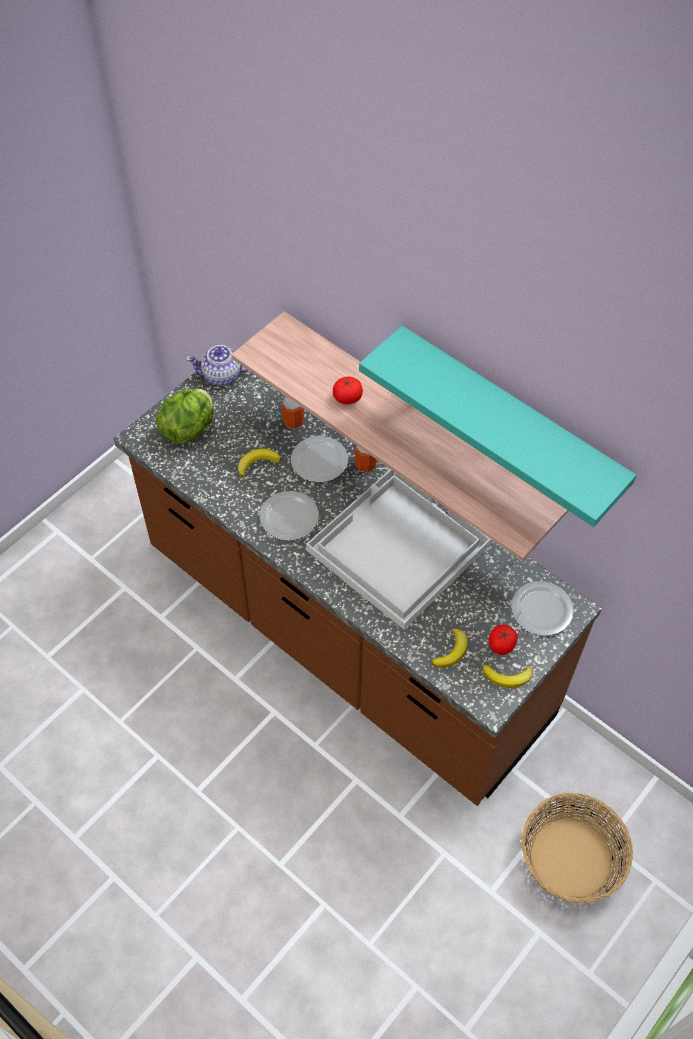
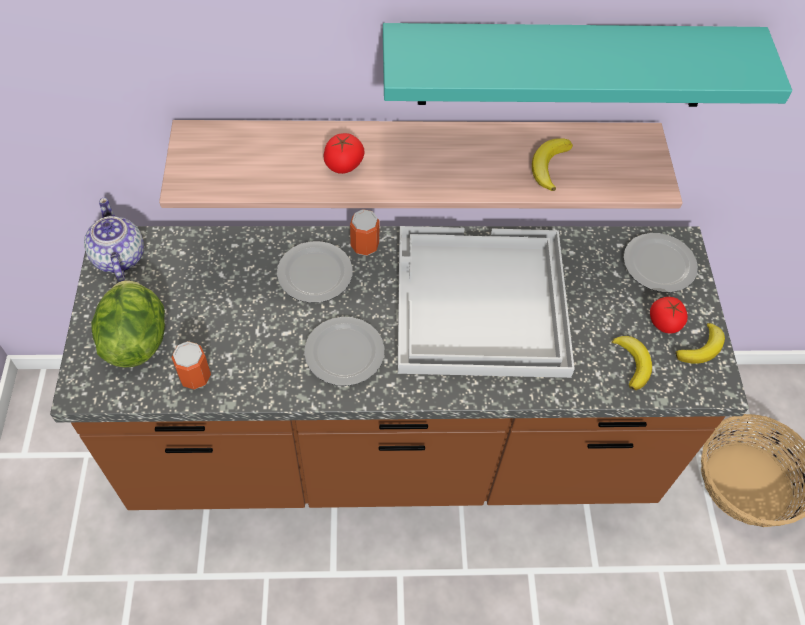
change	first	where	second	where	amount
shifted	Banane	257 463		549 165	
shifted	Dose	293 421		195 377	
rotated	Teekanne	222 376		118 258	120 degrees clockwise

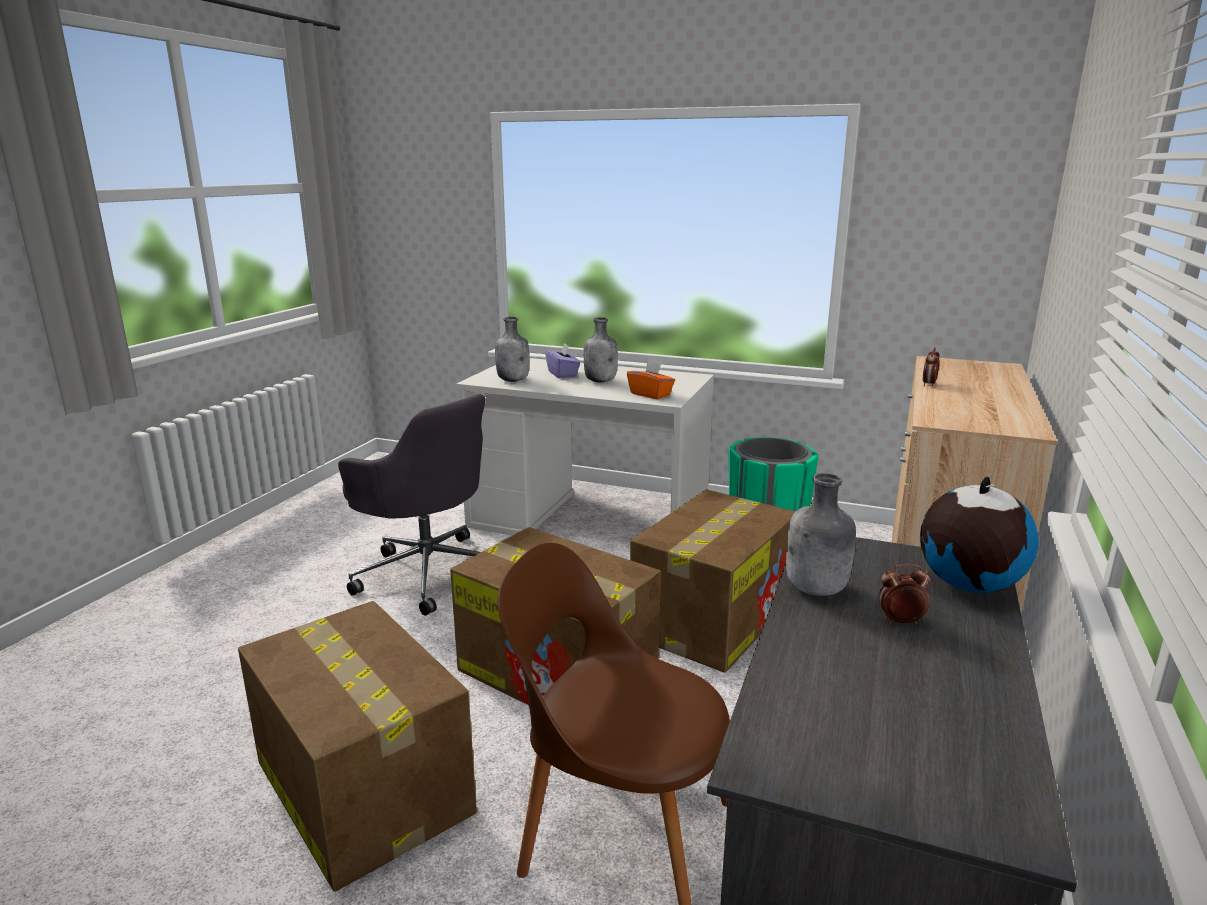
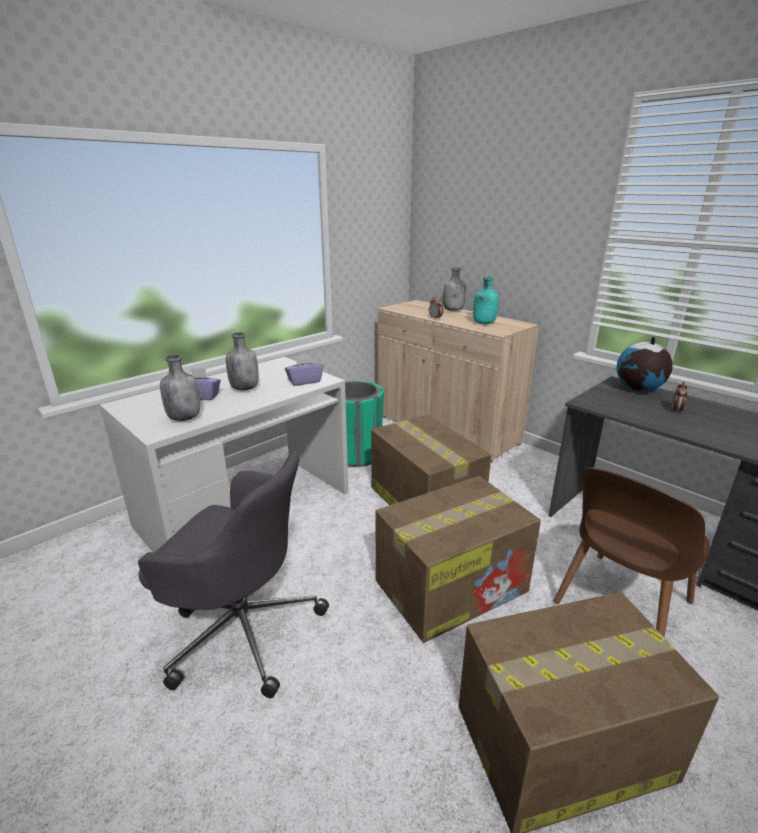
change	first	where	second	where	amount
new			Flasche/türkis	483 323	
shifted	Flasche/grau	816 590		453 310	
repainted	Taschentuchbox/orange	650 394	Taschentuchbox/lila	304 381	
rotated	Bürostuhl/grau	428 572		242 628	45 degrees clockwise

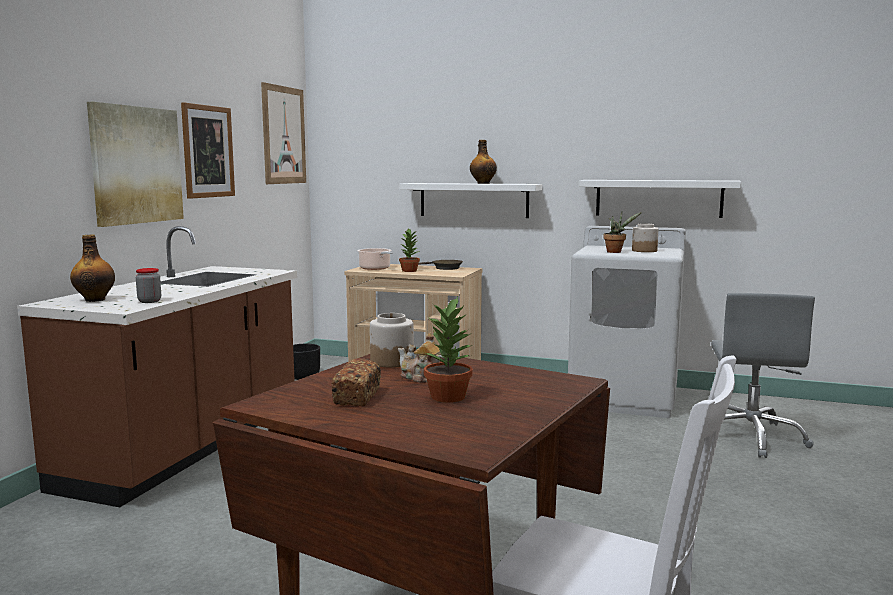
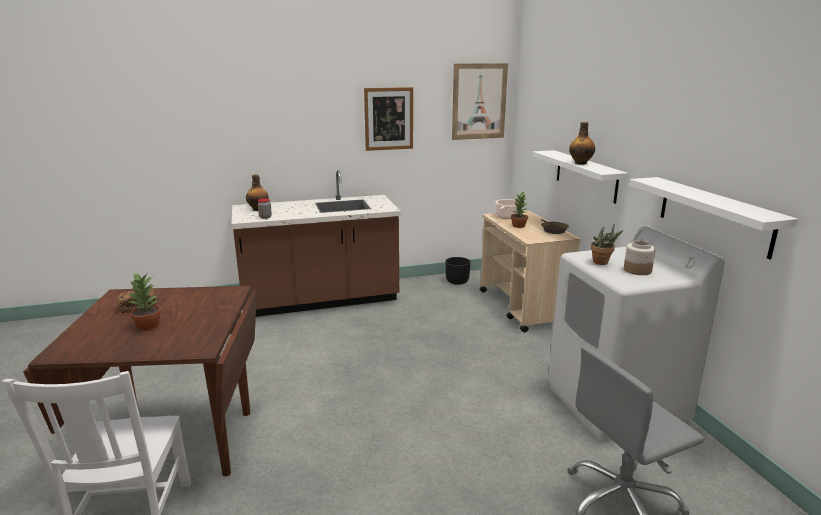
change	first	where	second	where	amount
gone	Bild	136 165			
gone	Vorratsglas	392 361			
gone	Teekanne	421 377			

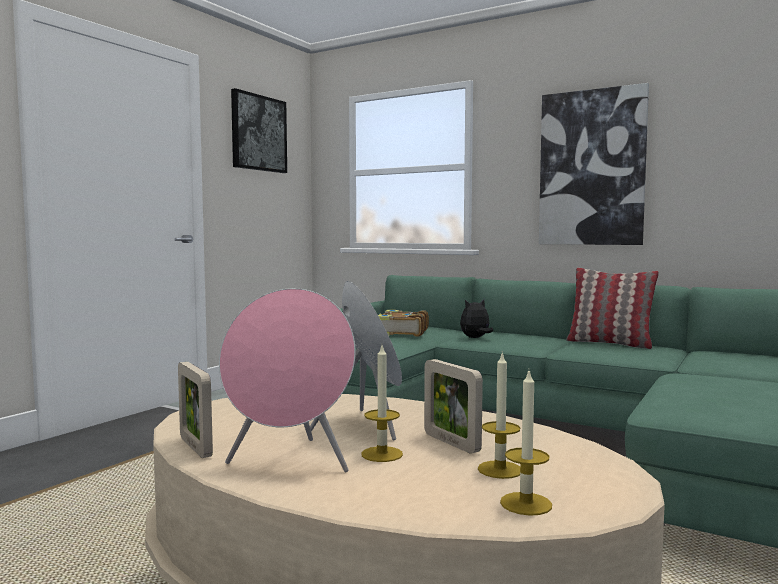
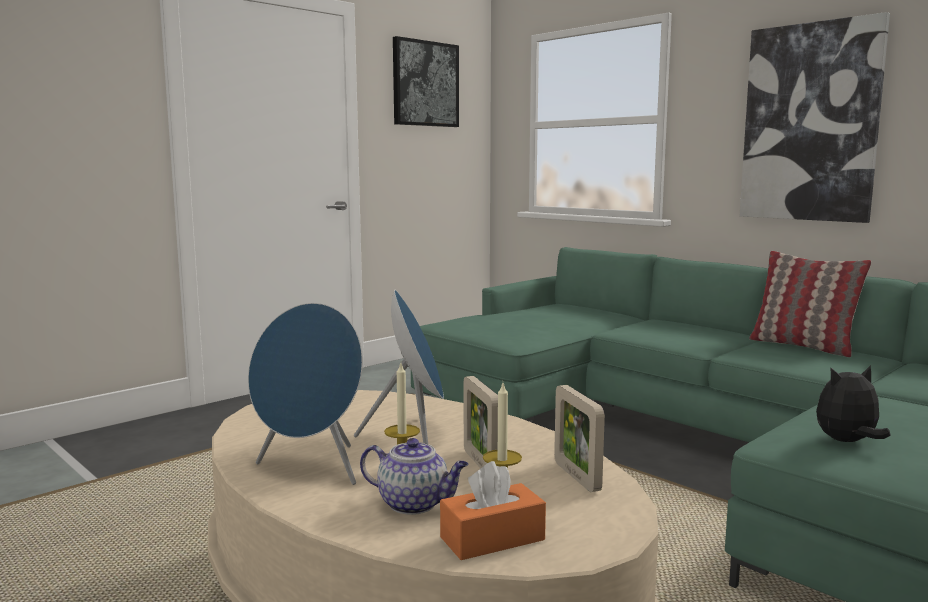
change	first	where	second	where	amount
gone	Buch	401 332			
new			Teekanne	415 504	
shifted	Bilderrahmen	195 447		576 476	
shifted	Plüschtier	475 338		847 442	
swapped	Kerze	526 504	Taschentuchbox/orange	492 538	
repainted	Lautsprecher/rosa	291 463	Lautsprecher/blau	312 469	

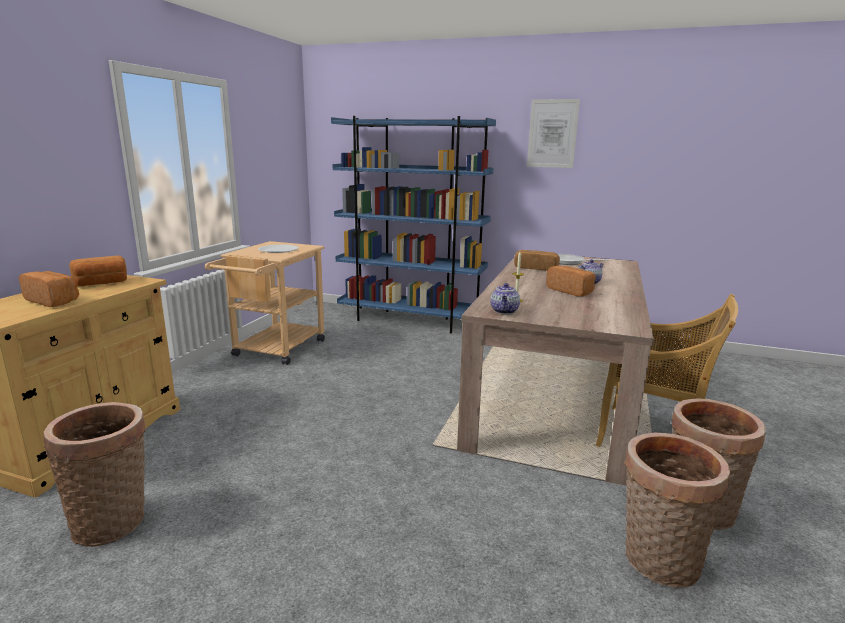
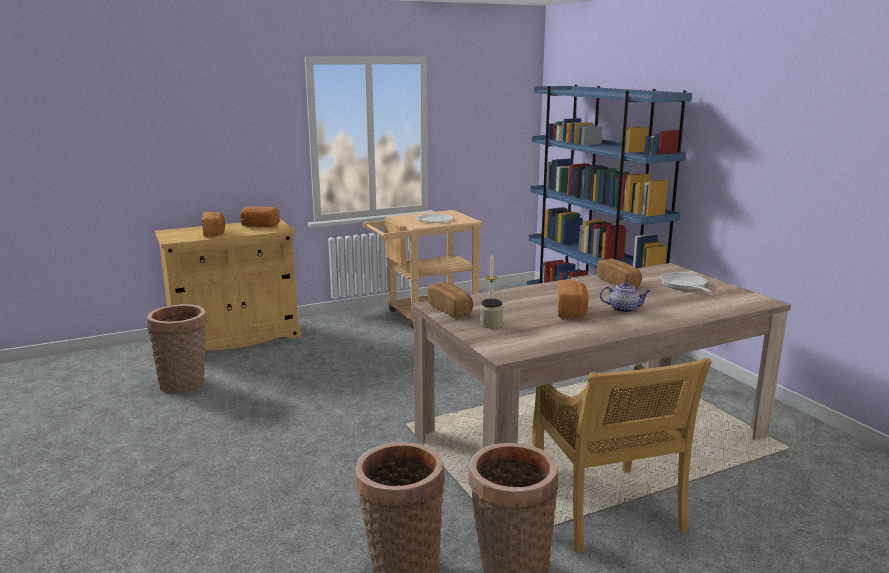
change	first	where	second	where	amount
gone	Bild	552 133			
new			Vorratsglas	491 324	
swapped	Teekanne	504 311	Brot	451 310	

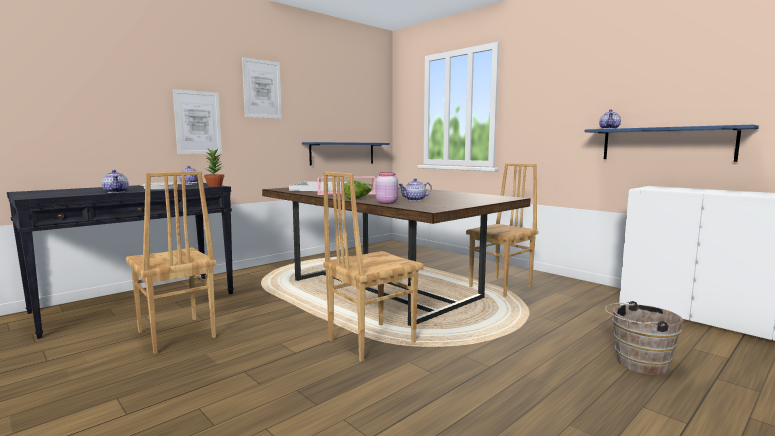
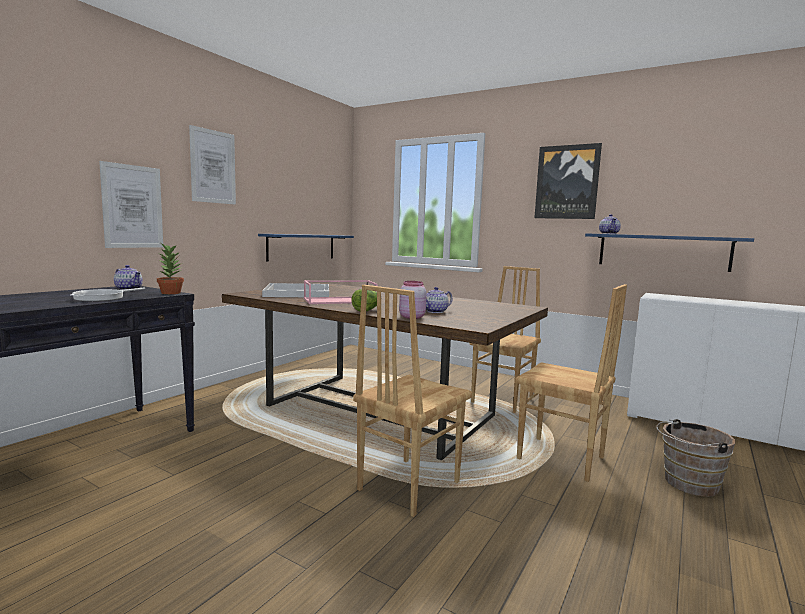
change	first	where	second	where	amount
gone	Teekanne	116 192			
new			Bild	567 182	
shifted	Stuhl/braun	175 335		561 459	

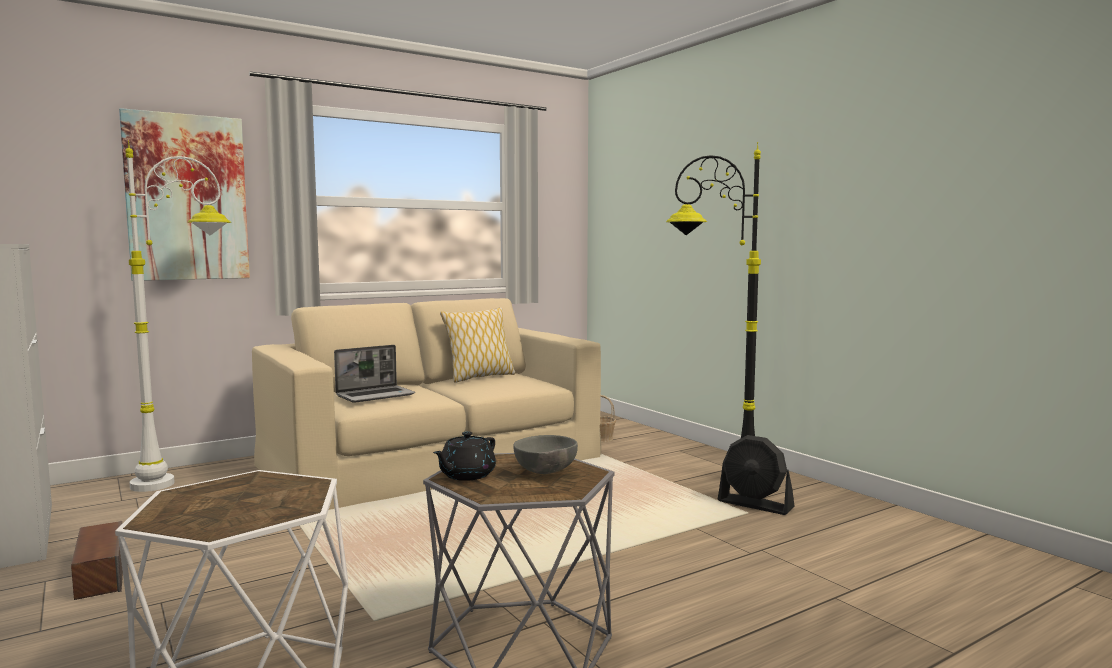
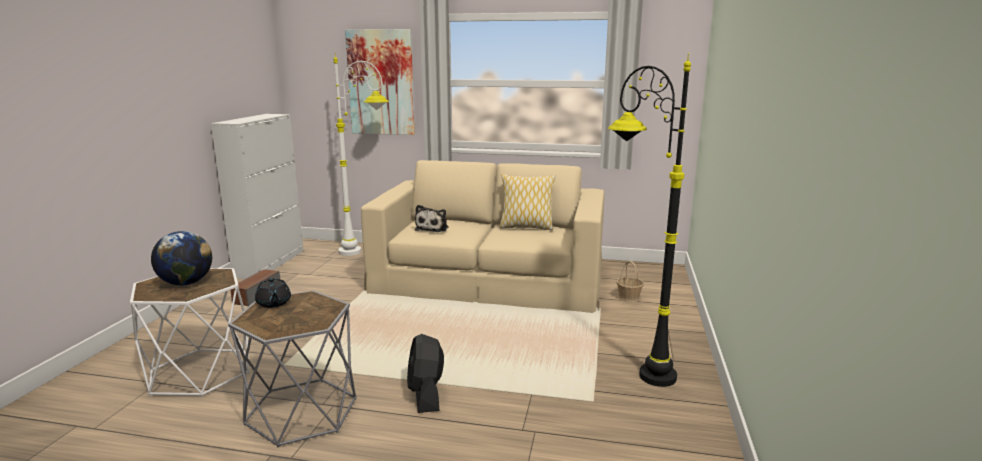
change	first	where	second	where	amount
gone	Schüssel/grau	545 472			
new			Globus	186 283	
shifted	Ventilator/schwarz	755 504		426 395	
swapped	Laptop	376 395	Plüschtier	433 228	
rotated	Teekanne/schwarz	466 475		273 303	105 degrees counterclockwise

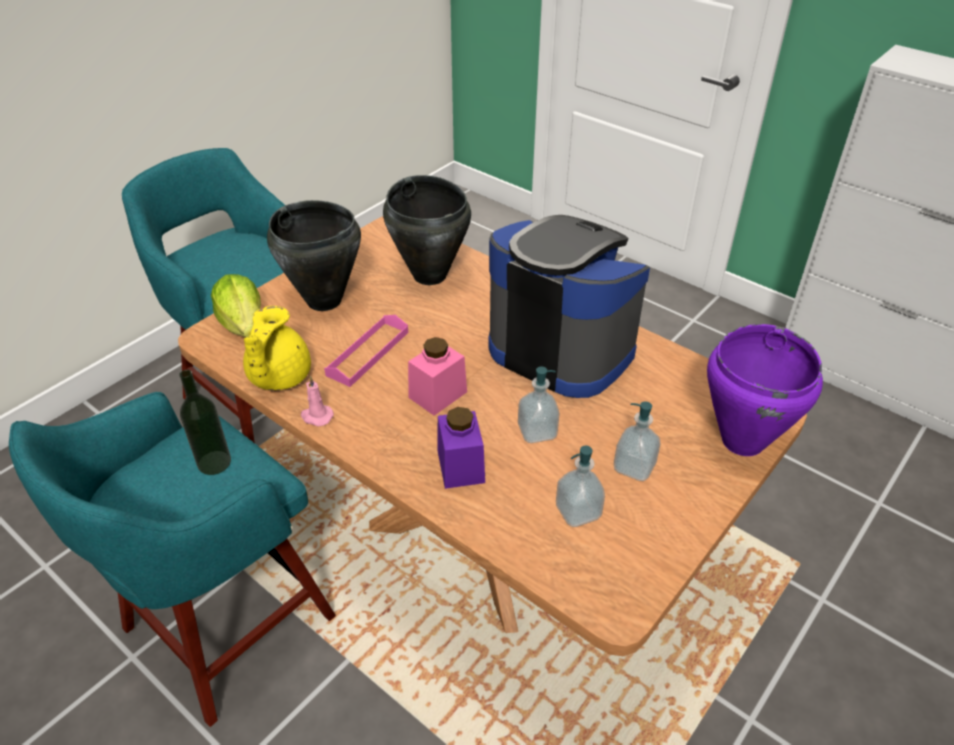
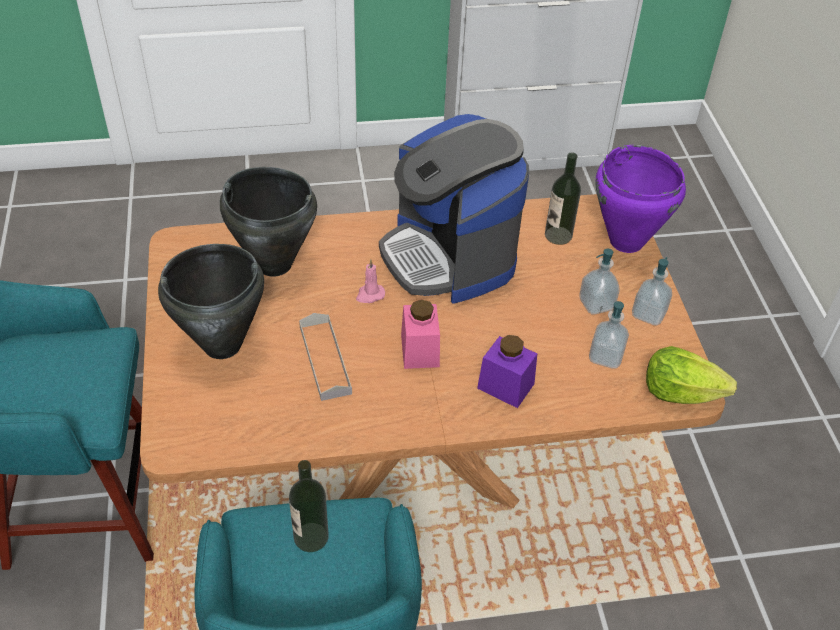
change	first	where	second	where	amount
gone	Teekanne/gelb	277 377			
new			Flasche	558 235	
shifted	Salatkopf	243 325		680 392	
shifted	Kerze/rosa	316 416		370 295	
shifted	Seifenspender	537 431		648 314	
repainted	Tablett/rosa	368 353	Tablett/grau	325 359	
rotated	Kaffeemaschine	561 349		449 256	105 degrees counterclockwise

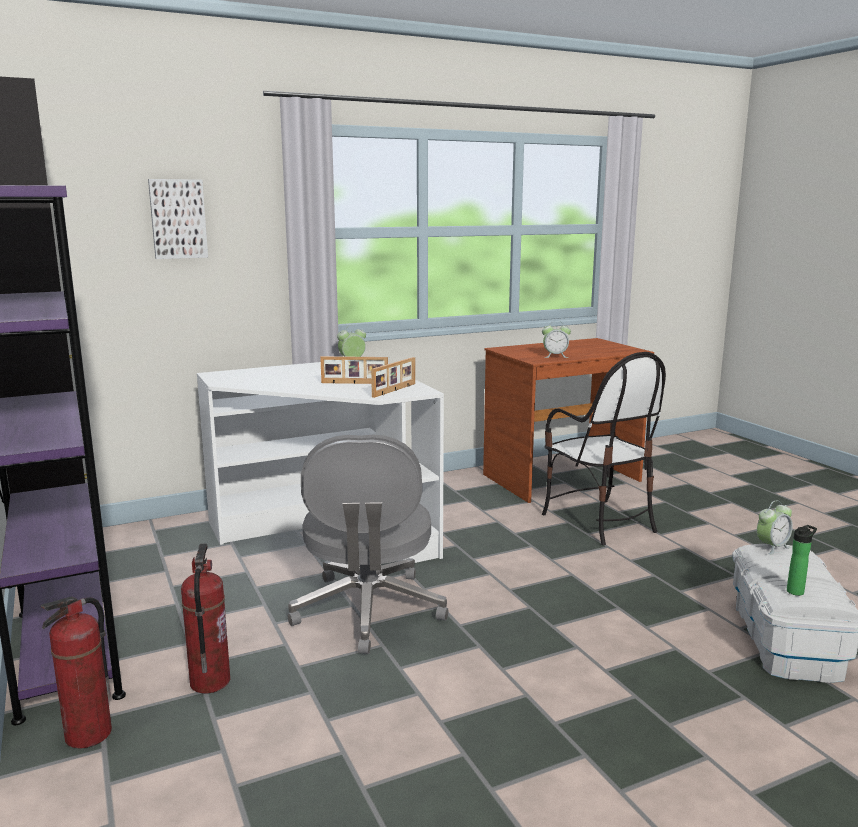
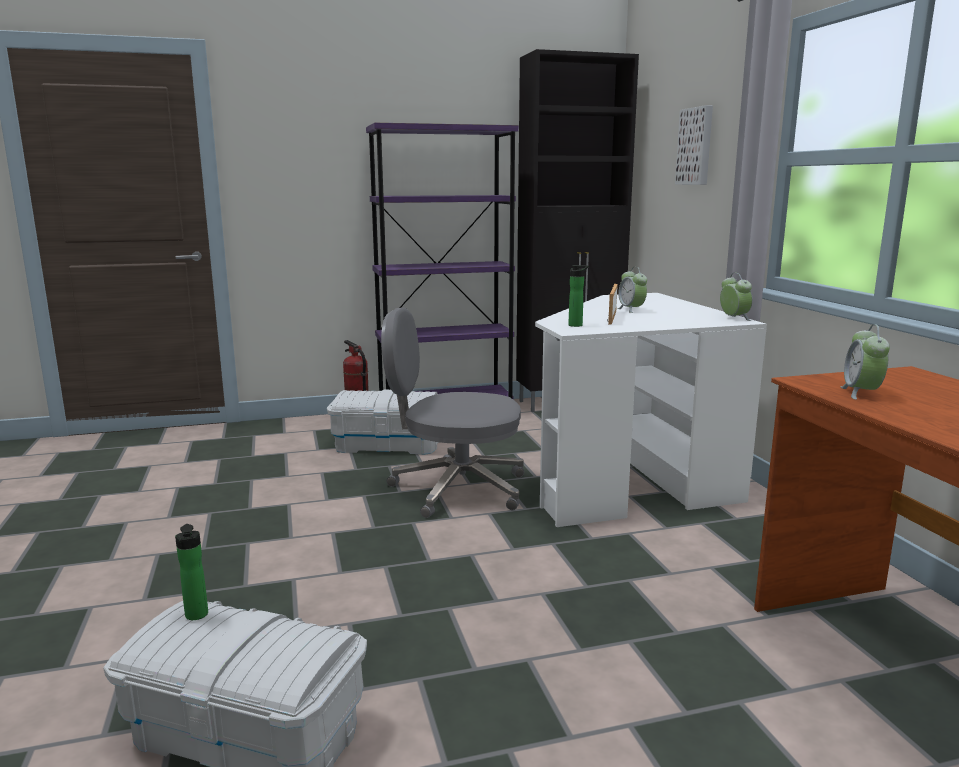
change	first	where	second	where	amount
gone	Stuhl	598 522			
shifted	Wecker	772 547		631 310	
swapped	Feuerlöscher	209 682	Aufbewahrungsbox/weiß	388 444	
swapped	Bilderrahmen	395 390	Flasche	576 325	

